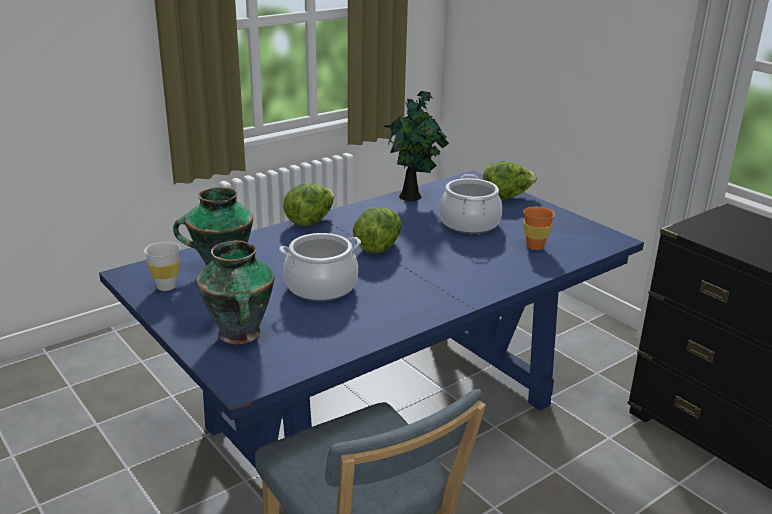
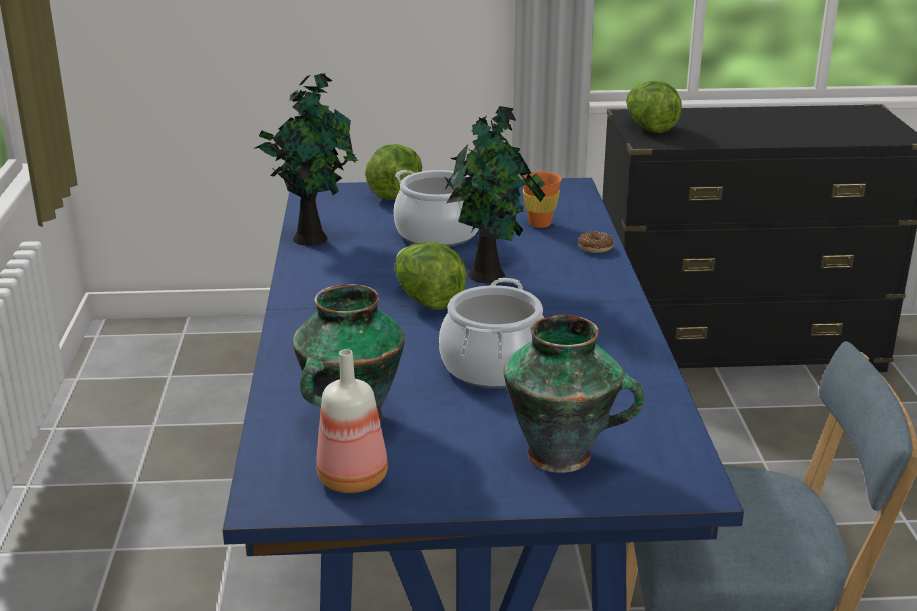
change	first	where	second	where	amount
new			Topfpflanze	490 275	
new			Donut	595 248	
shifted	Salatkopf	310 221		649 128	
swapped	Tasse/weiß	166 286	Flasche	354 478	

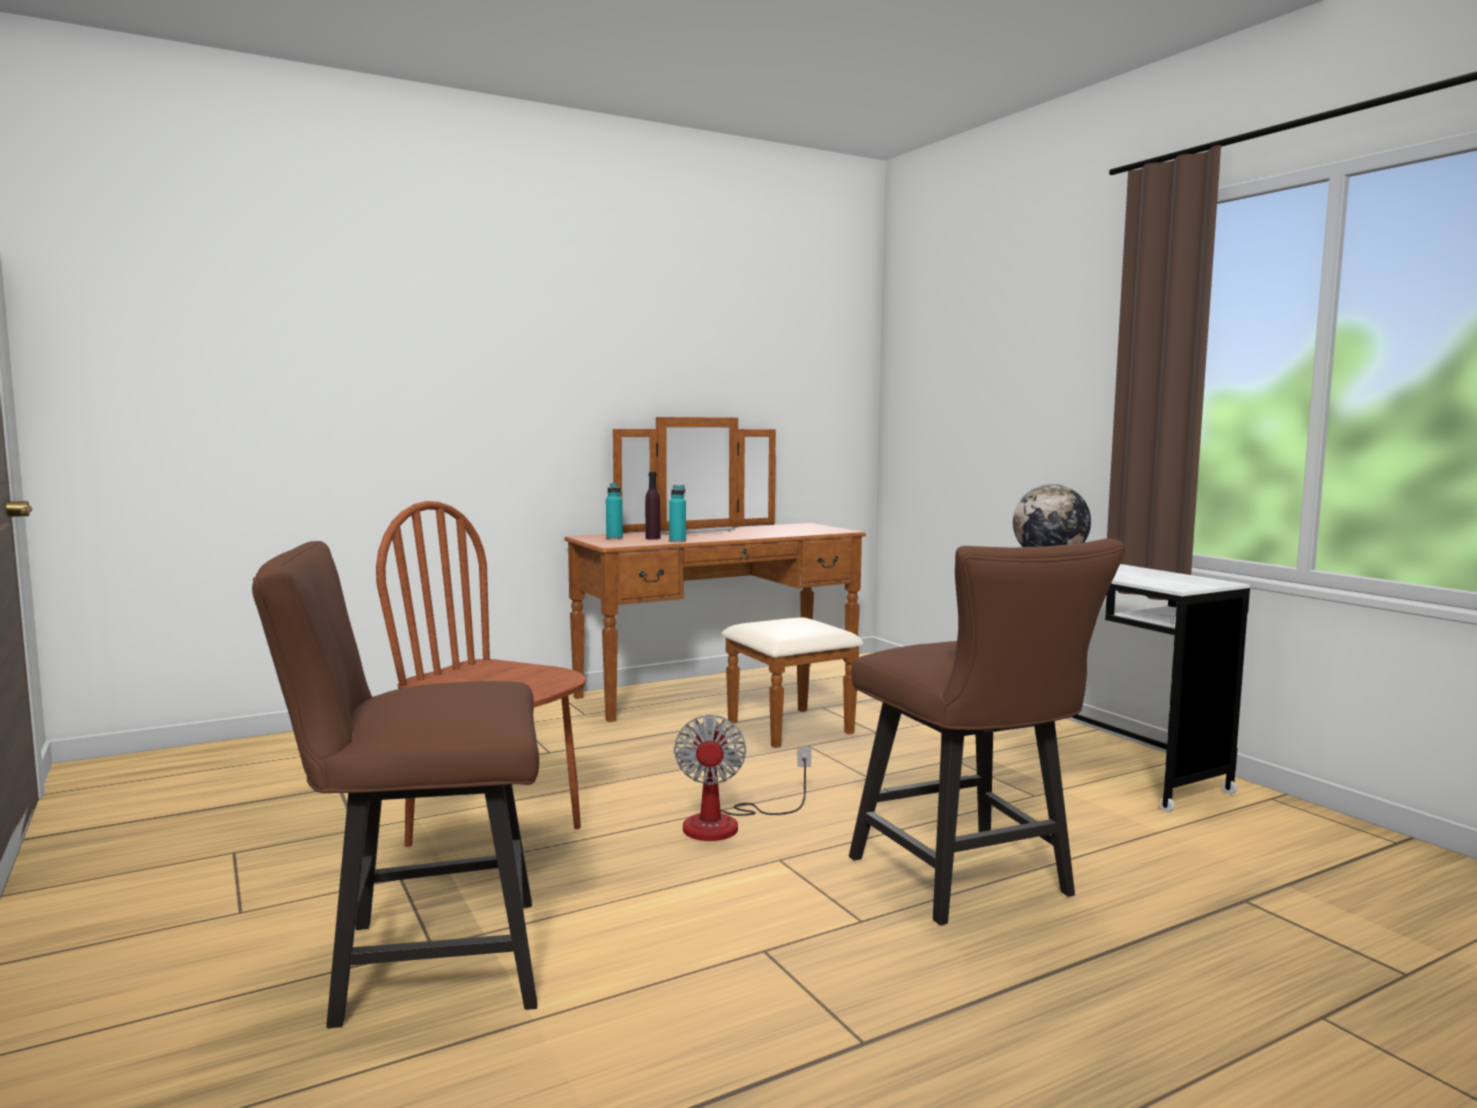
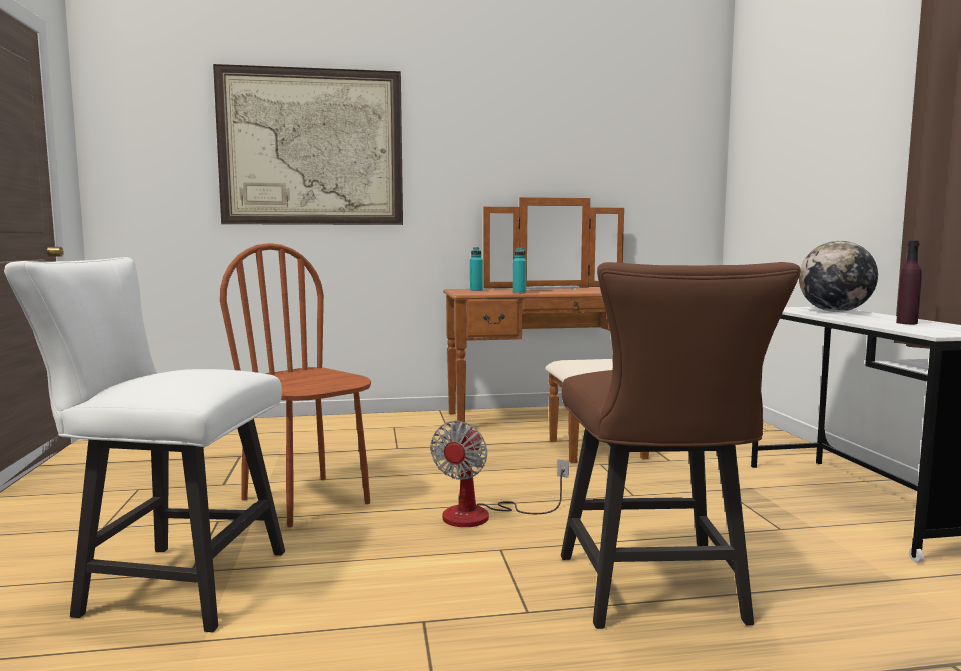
change	first	where	second	where	amount
new			Bild	311 147	
shifted	Flasche/lila	652 538		906 323	
repainted	Stuhl/braun	420 964	Stuhl/weiß	171 583	

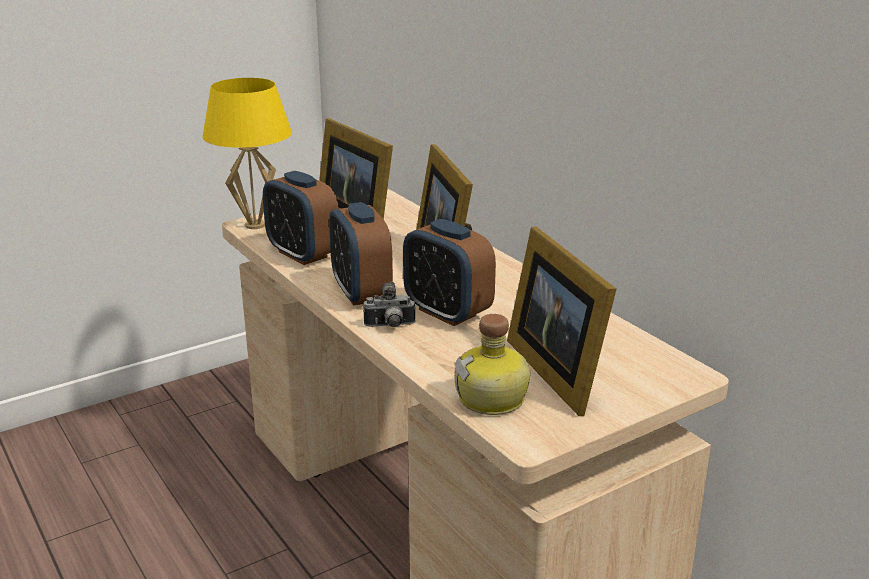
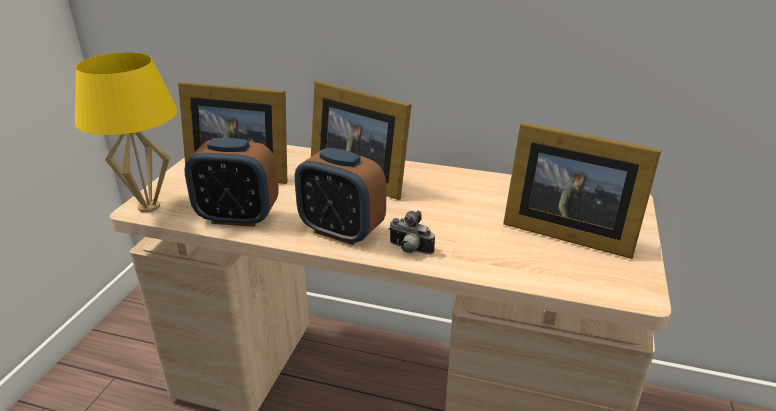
change	first	where	second	where	amount
gone	Wecker	447 312			
gone	Flasche	493 400			
rotated	Kamera	390 326		409 250	75 degrees clockwise

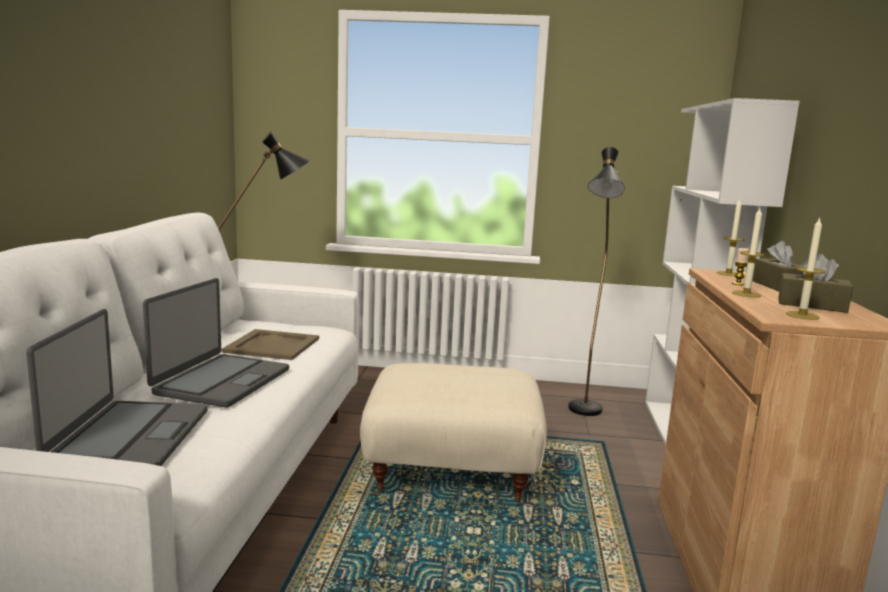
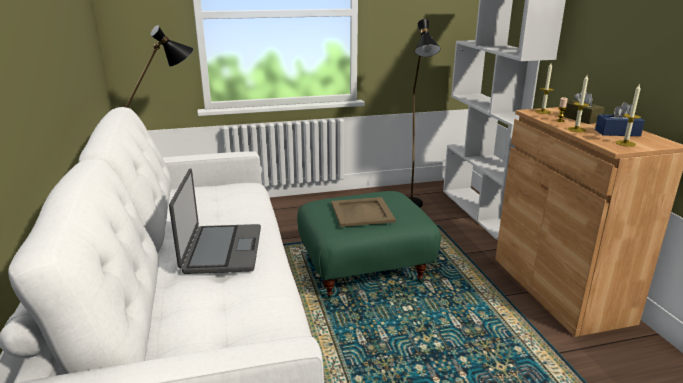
change	first	where	second	where	amount
gone	Laptop	129 437			
shifted	Tablett/beige	273 345		362 212	
repainted	Polsterhocker/beige	450 476	Polsterhocker/grün	364 273	
repainted	Taschentuchbox/braun	811 305	Taschentuchbox/blau	617 133	

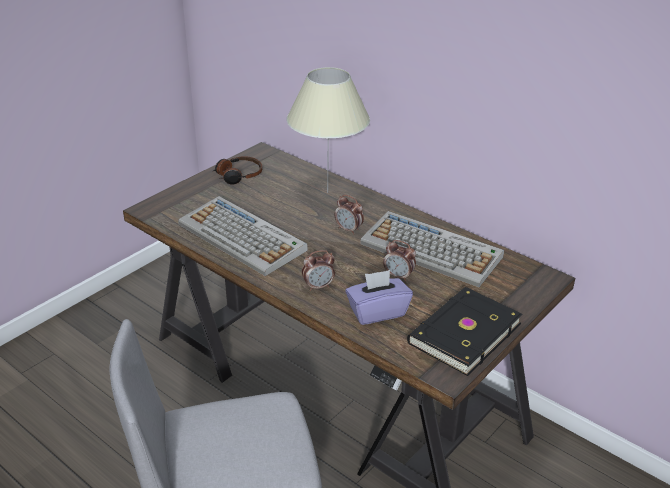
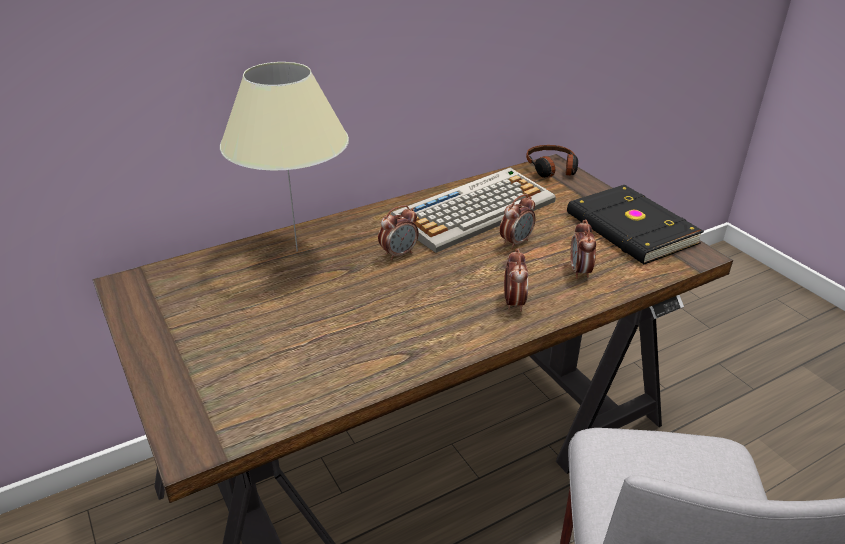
change	first	where	second	where	amount
gone	Tastatur	243 237			
shifted	Kopfhörer	238 175		552 169	
swapped	Taschentuchbox/lila	377 312	Wecker	580 271	

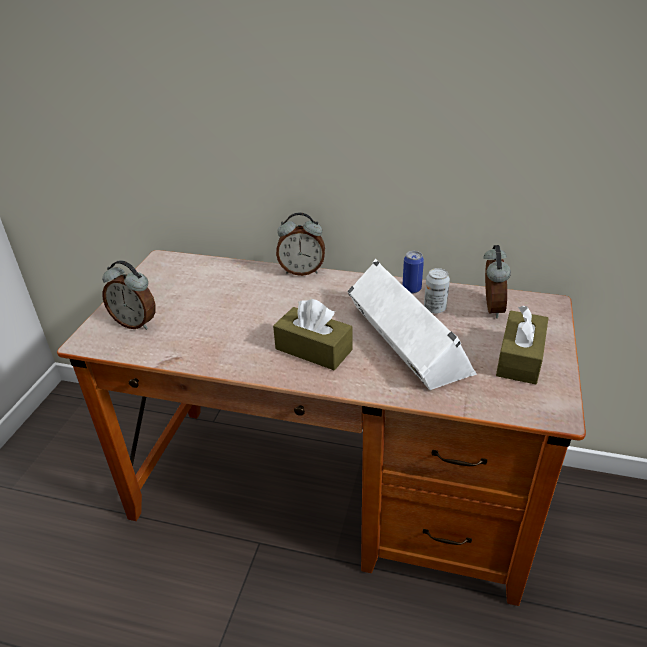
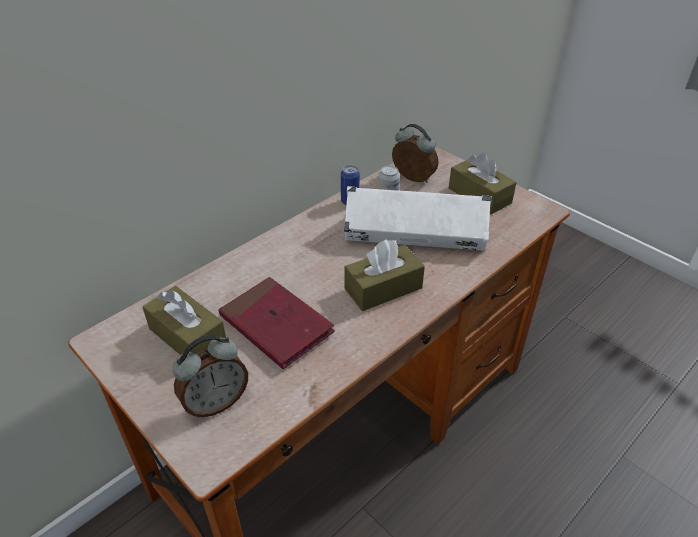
change	first	where	second	where	amount
gone	Wecker	302 271			
new			Taschentuchbox/braun	187 336	
new			Buch/rot	276 325	

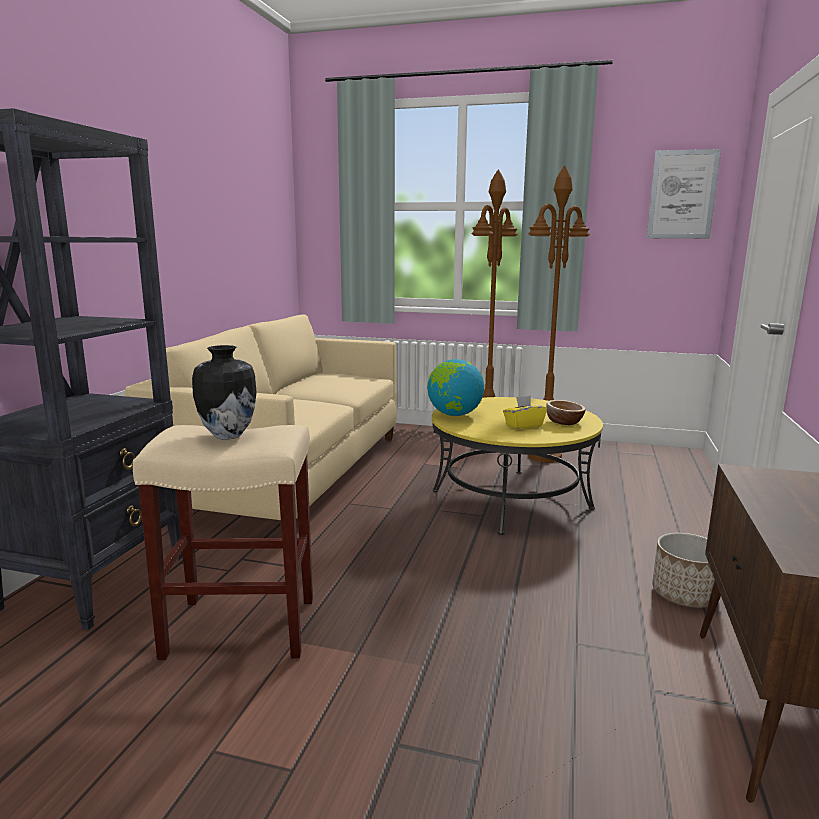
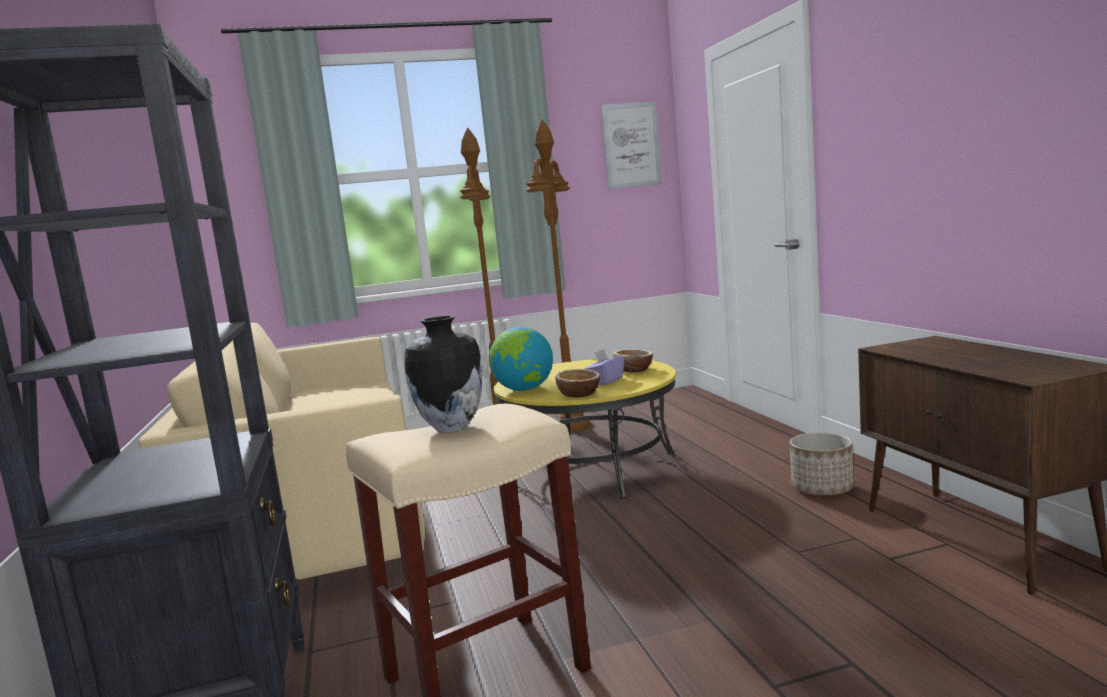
change	first	where	second	where	amount
new			Schüssel	579 394	
repainted	Taschentuchbox/gelb	523 425	Taschentuchbox/lila	605 381	

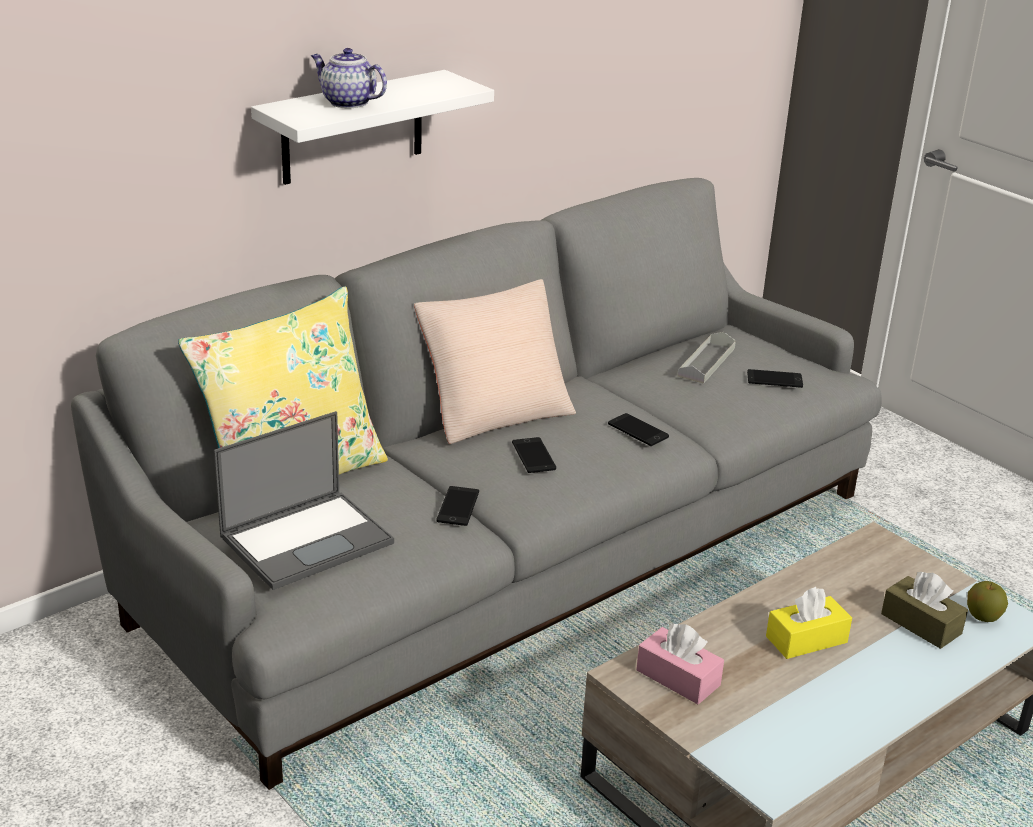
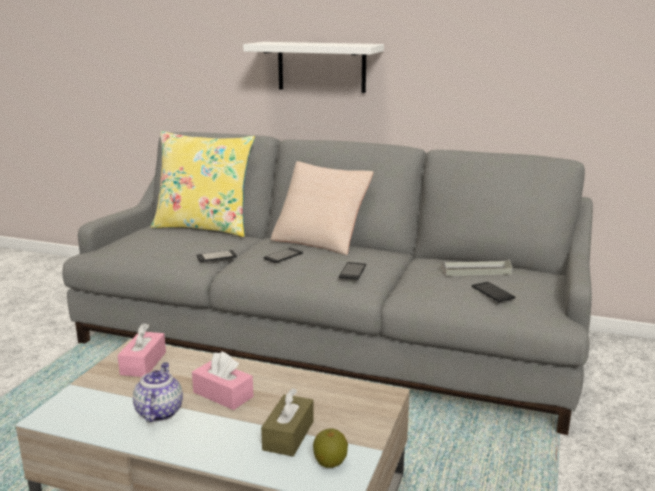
change	first	where	second	where	amount
gone	Laptop	308 539			
shifted	Teekanne	347 102		159 412	
repainted	Taschentuchbox/gelb	806 639	Taschentuchbox/rosa	223 394	

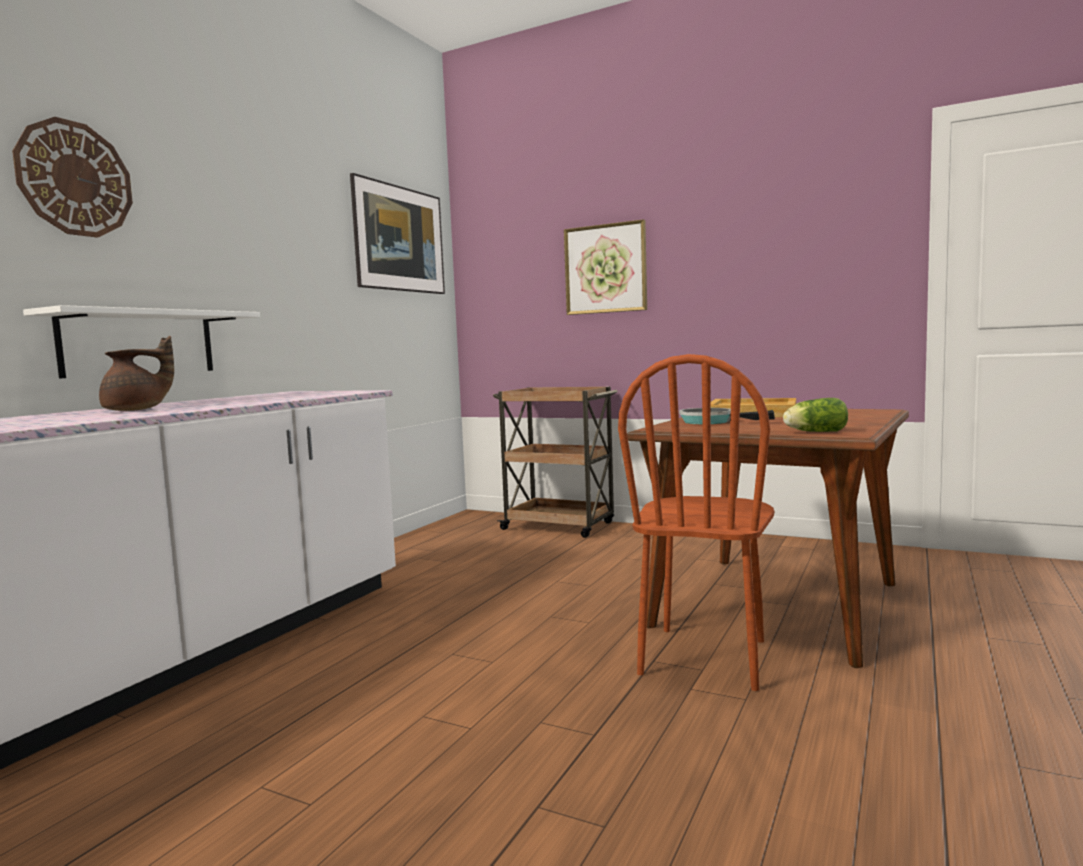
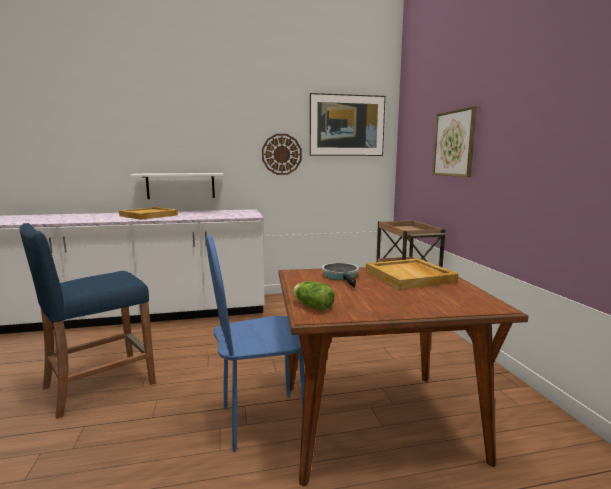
change	first	where	second	where	amount
new			Hocker/blau	99 385	
shifted	Wanduhr	75 179		281 154	
swapped	Teekanne/braun	136 410	Tablett/beige	148 215	
repainted	Stuhl/braun	704 657	Stuhl/blau	263 420	

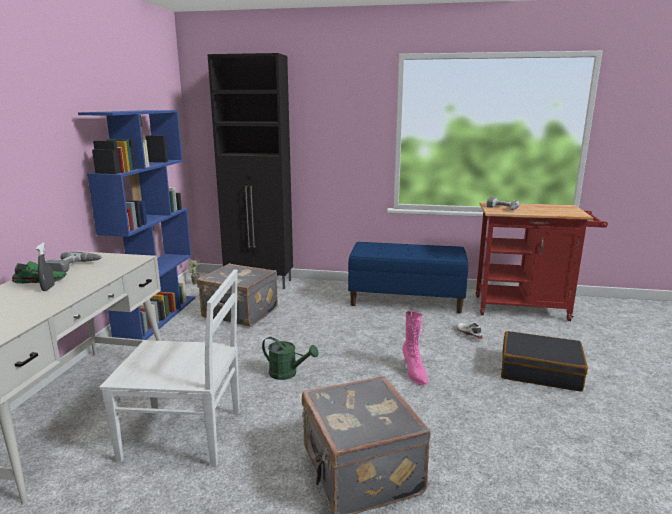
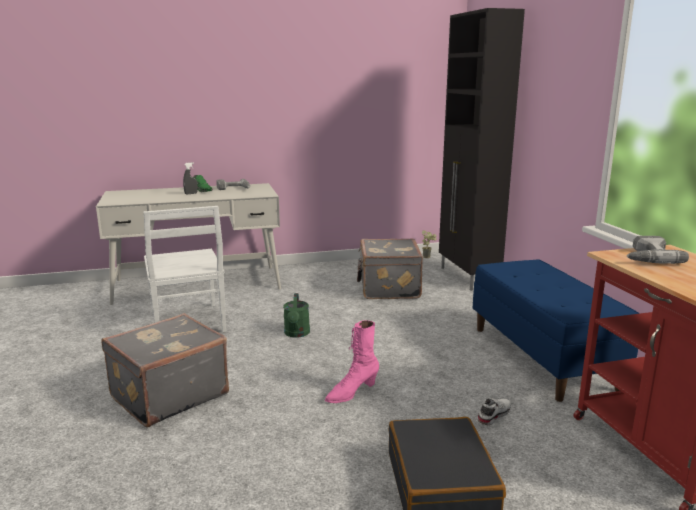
change	first	where	second	where	amount
gone	Bücherregal/blau	157 317			

